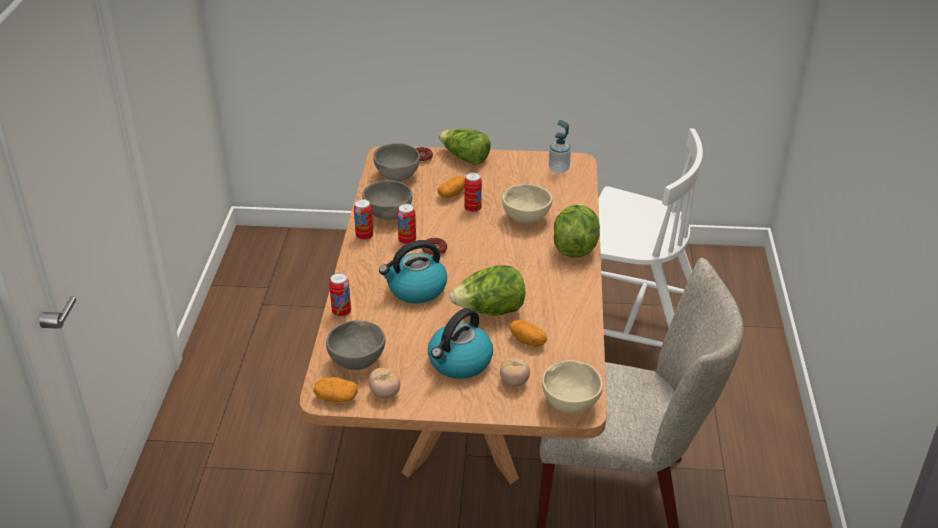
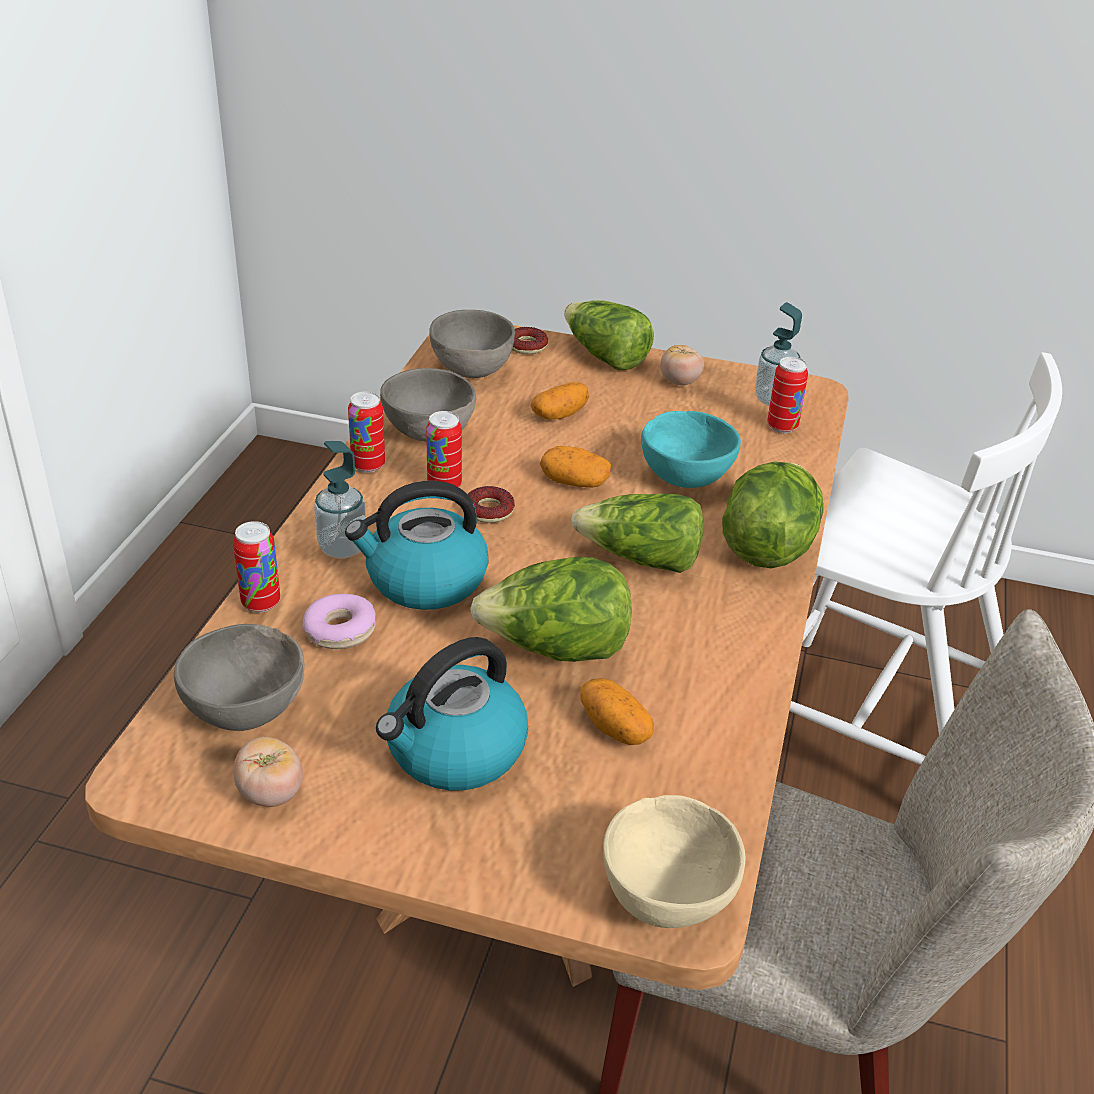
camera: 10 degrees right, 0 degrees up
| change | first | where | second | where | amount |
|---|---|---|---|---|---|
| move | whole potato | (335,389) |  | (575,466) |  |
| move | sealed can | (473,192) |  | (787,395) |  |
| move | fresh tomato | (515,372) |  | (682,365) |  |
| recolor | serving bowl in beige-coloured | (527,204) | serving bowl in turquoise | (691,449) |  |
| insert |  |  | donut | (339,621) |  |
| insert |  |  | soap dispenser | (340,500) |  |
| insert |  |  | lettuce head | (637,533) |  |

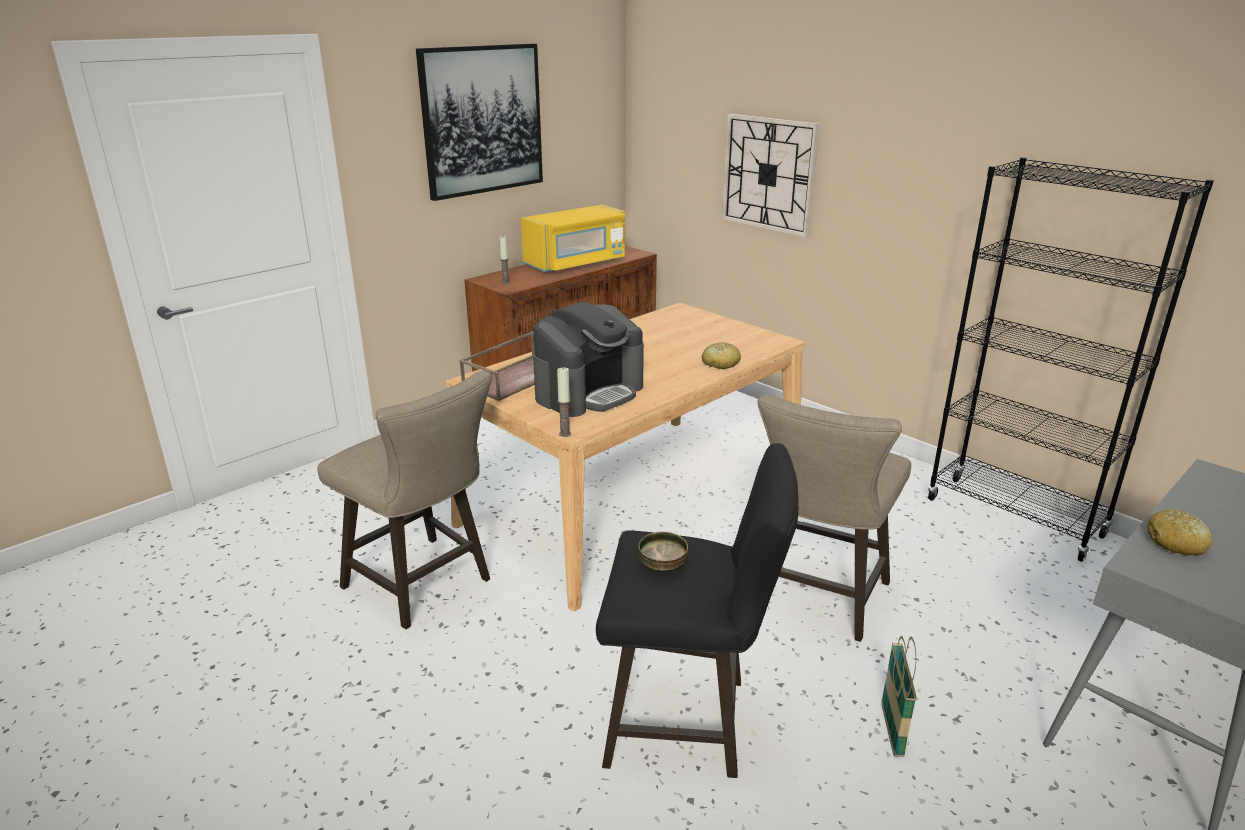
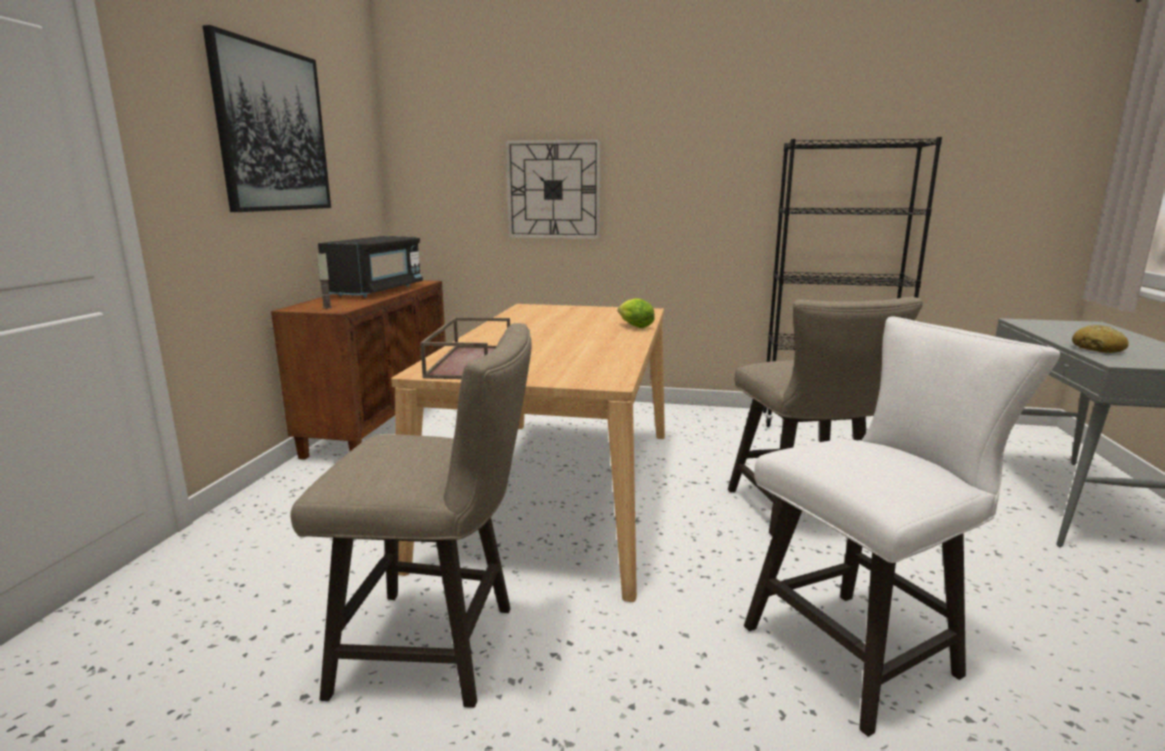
camera: 35 degrees left, 10 degrees down
| change | first | where | second | where | amount |
|---|---|---|---|---|---|
| recolor | kitchen microwave in yellowish | (573,238) | kitchen microwave in blackish | (370,266) |  |
| delete | coffee machine | (588,359) |  |  |  |
| delete | wax candle | (564,402) |  |  |  |
| recolor | stool in blackish | (697,610) | stool in white-coloured | (902,526) |  |
| delete | serving bowl | (663,551) |  |  |  |
| replace | bread | (721,355) | lettuce head | (636,313) |  |
| delete | basket | (899,696) |  |  |  |

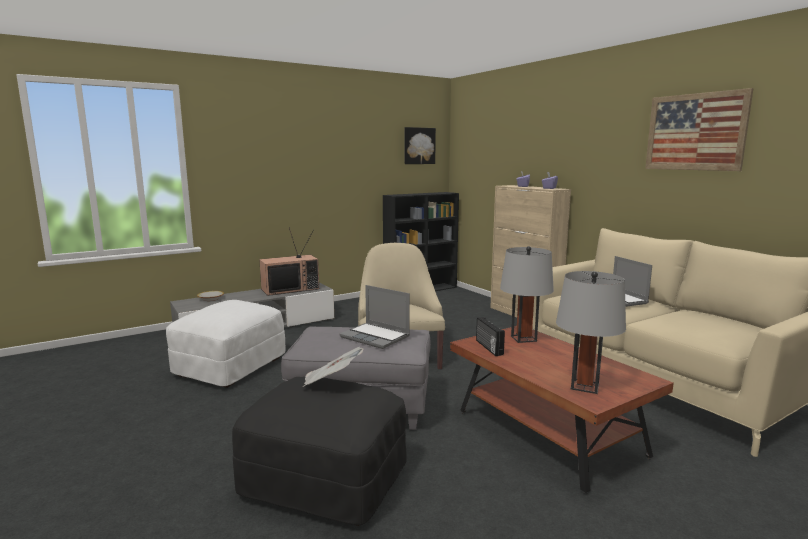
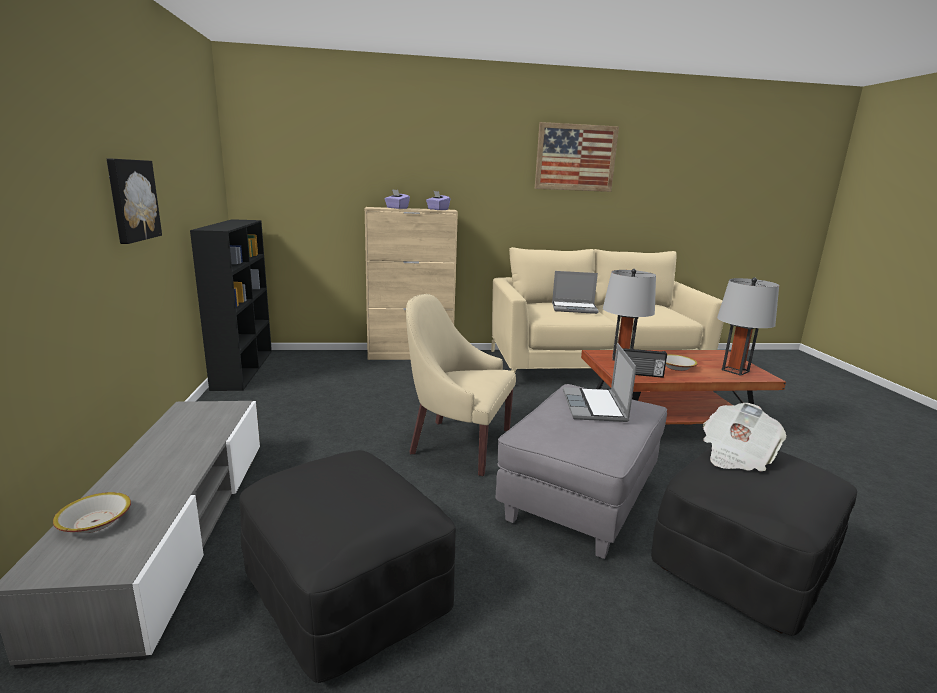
camera: 65 degrees left, 5 degrees up
| change | first | where | second | where | amount |
|---|---|---|---|---|---|
| recolor | ottoman in white-coloured | (226,344) | ottoman in blackish | (347,566) |  |
| delete | television | (289,262) |  |  |  |
| rotate | notebook computer | (374,317) |  | (600,382) | 120 degrees clockwise |
| move | wall art | (420,145) |  | (134,201) |  |
| insert |  |  | serving bowl | (682,362) |  |

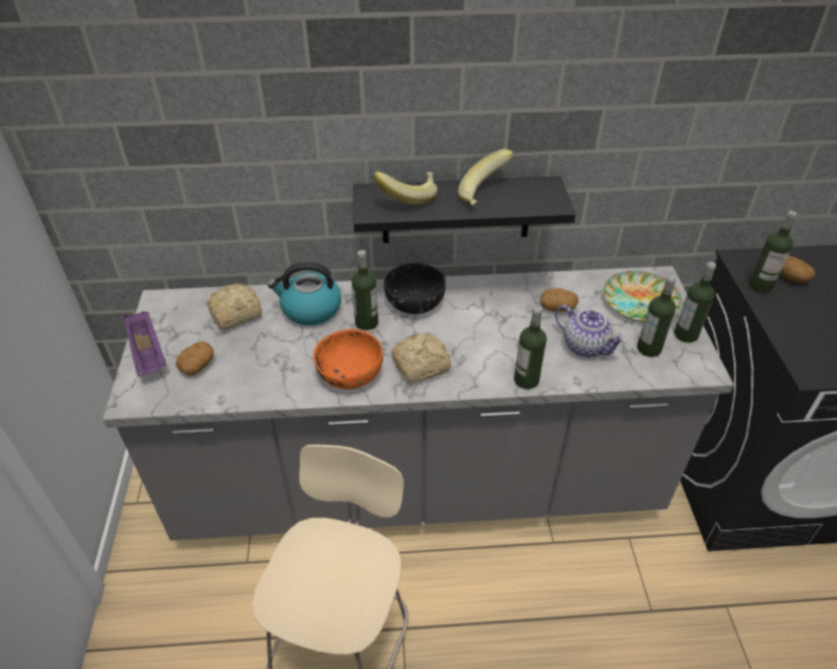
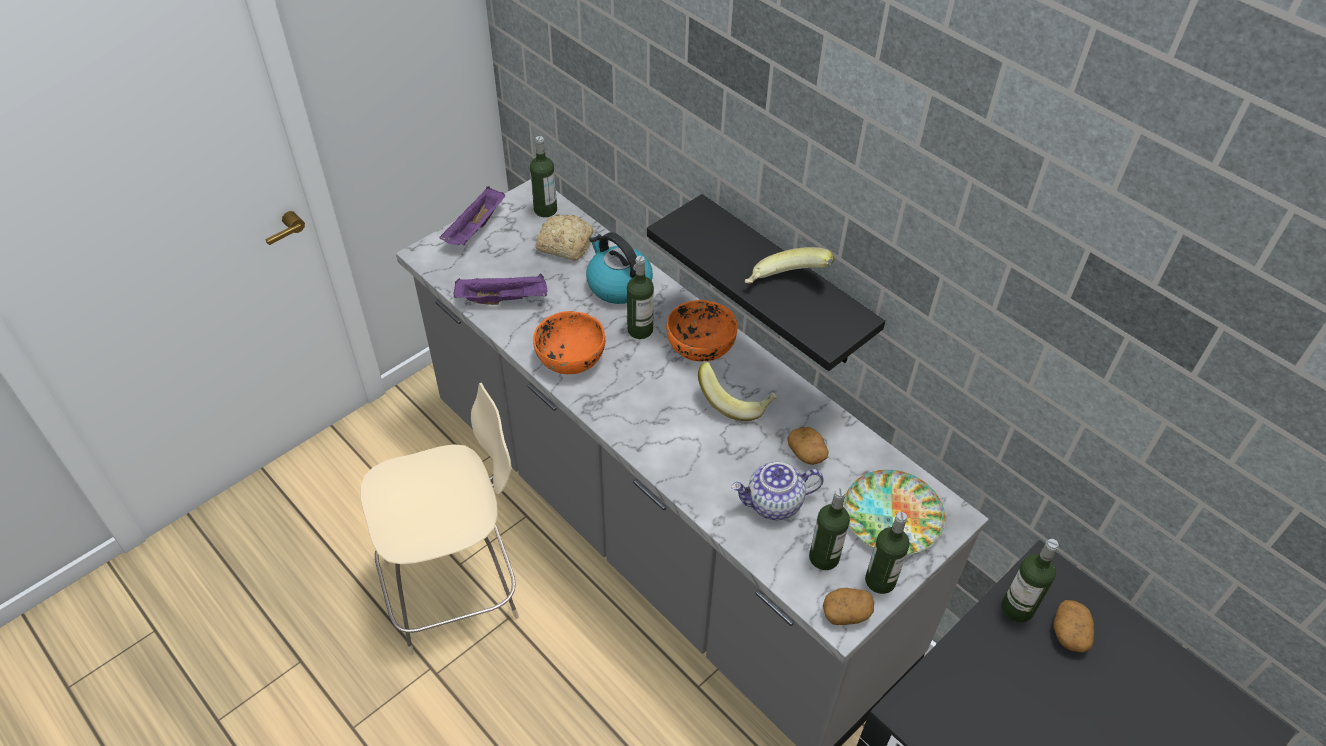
camera: 50 degrees right, 5 degrees up
| change | first | where | second | where | amount |
|---|---|---|---|---|---|
| move | whole potato | (195,358) |  | (848,606) |  |
| move | banana fruit | (405,187) |  | (737,391) |  |
| recolor | serving bowl in blackish | (415,288) | serving bowl in orange-coloured | (702,330) |  |
| delete | bread | (421,357) |  |  |  |
| move | drink bottle | (530,347) |  | (543,176) |  |
| rotate | teapot | (591,331) |  | (777,491) | 75 degrees clockwise |
| insert |  |  | serving tray in purple | (500,289) |  |

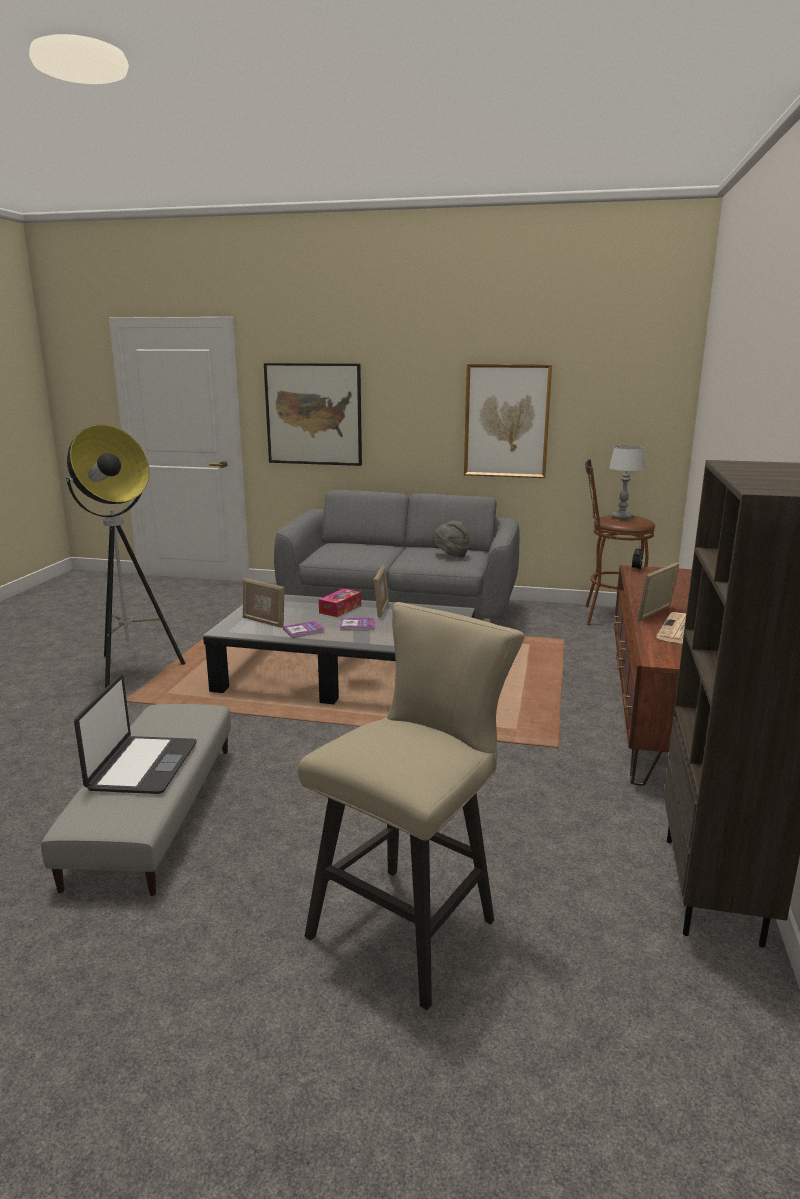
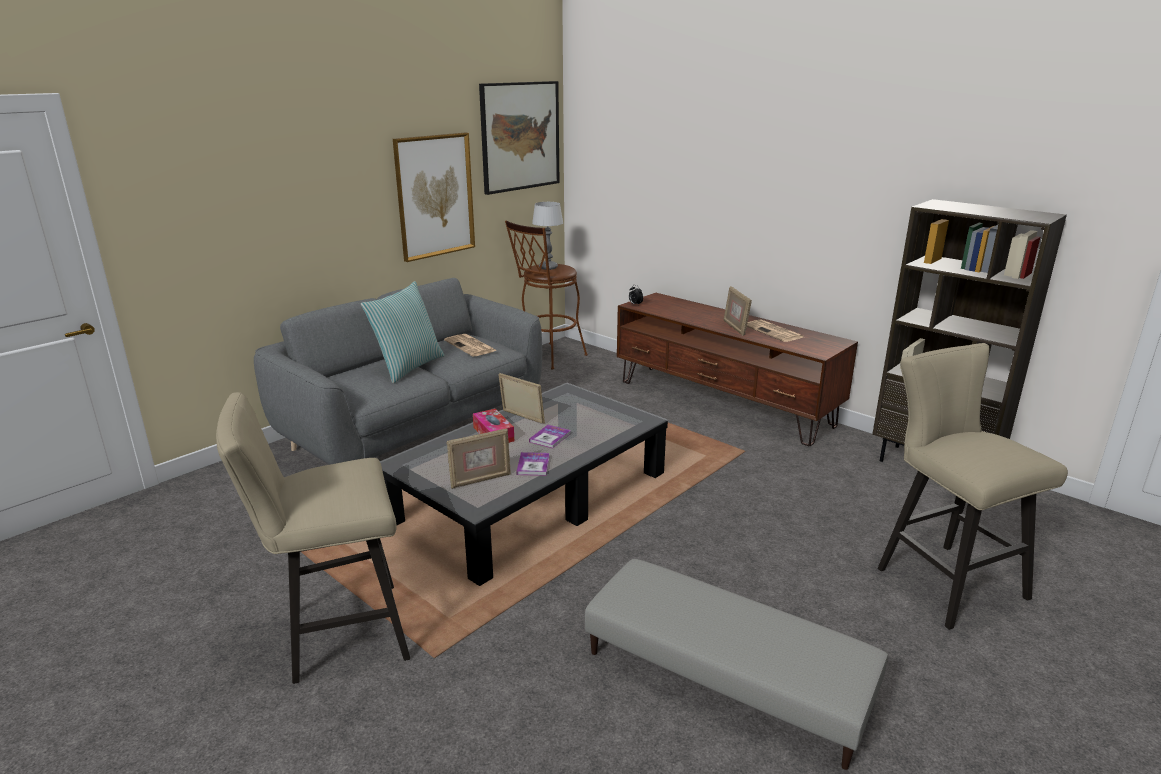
camera: 60 degrees left, 5 degrees up
| change | first | where | second | where | amount |
|---|---|---|---|---|---|
| replace | floor lamp | (125,556) | stool in beige-coloured | (313,538) |  |
| delete | notebook computer | (135,734) |  |  |  |
| move | wall art | (313,414) |  | (519,138) |  |
| replace | clothing hat in gray | (450,539) | daily paper | (470,345) |  |
| insert |  |  | throw pillow | (403,332) |  |

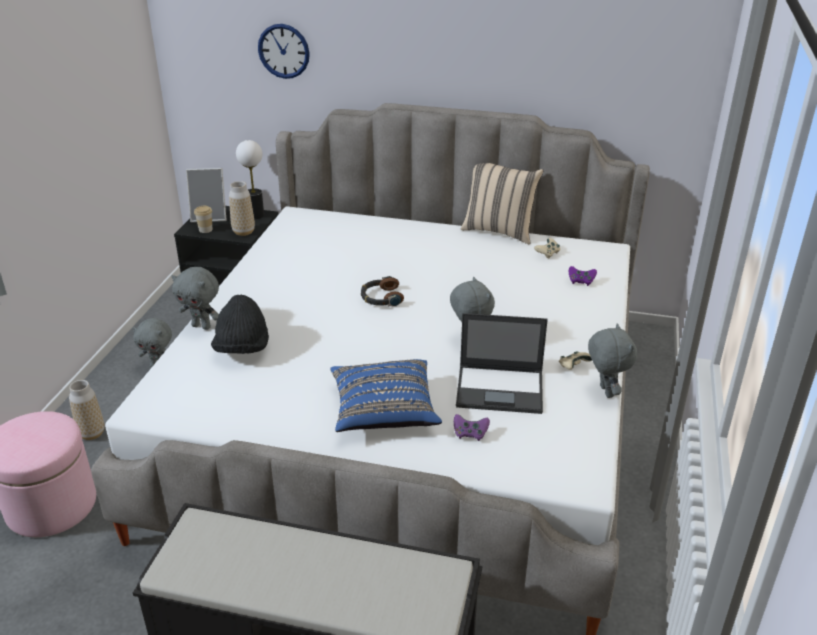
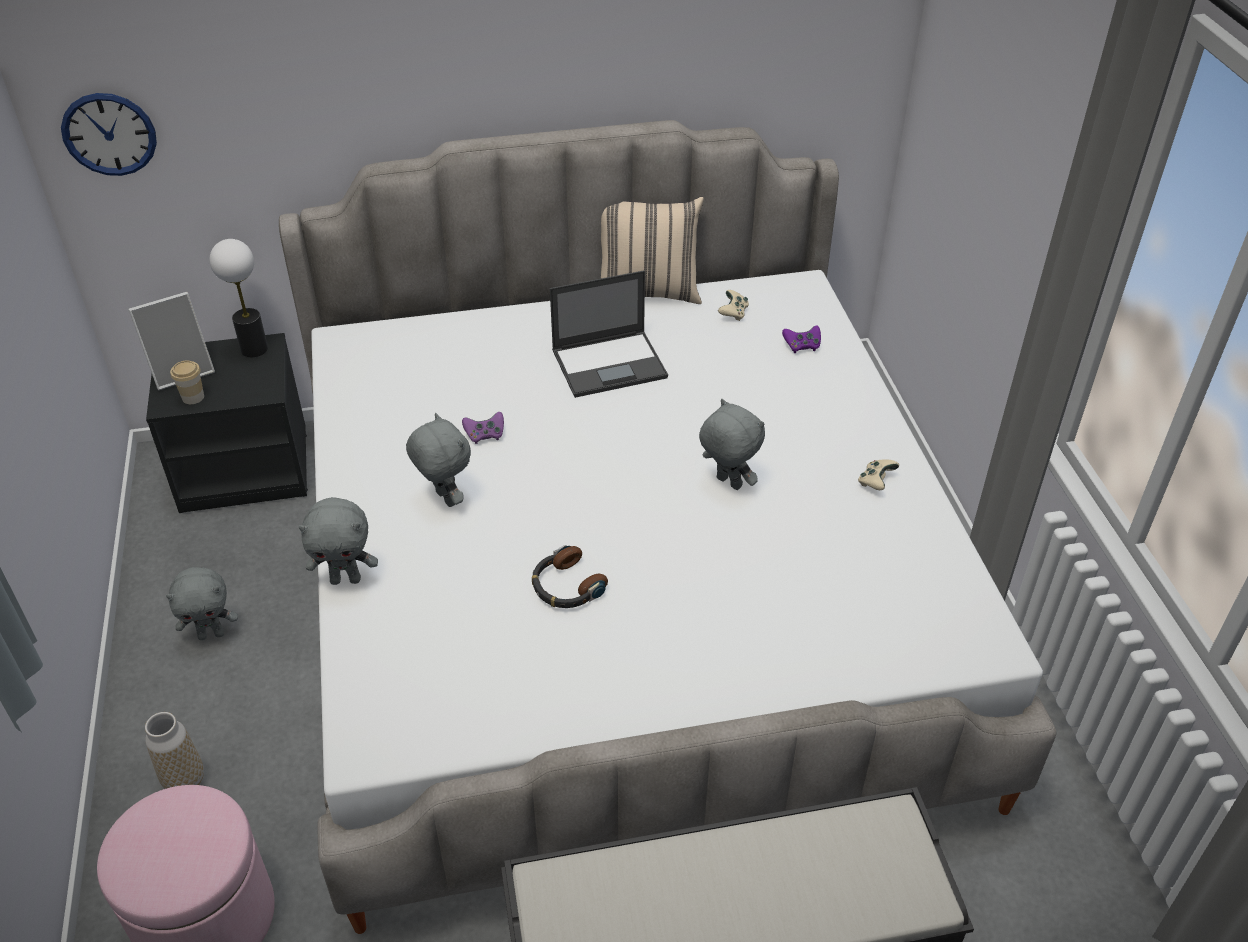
camera: 25 degrees left, 10 degrees up
| change | first | where | second | where | amount |
|---|---|---|---|---|---|
| delete | clothing hat in blackish | (240,324) |  |  |  |
| delete | decorative vase | (242,208) |  |  |  |
| move | clock on the wall | (284,51) |  | (109,134) |  |
| delete | throw pillow in blue-coloured | (386,395) |  |  |  |
| move | headset | (382,291) |  | (570,576) |  |
| move | joypad in purple | (472,427) |  | (483,428) |  |
| move | notebook computer | (502,363) |  | (609,334) |  |
| move | plush toy in gray | (612,360) |  | (438,460) |  |

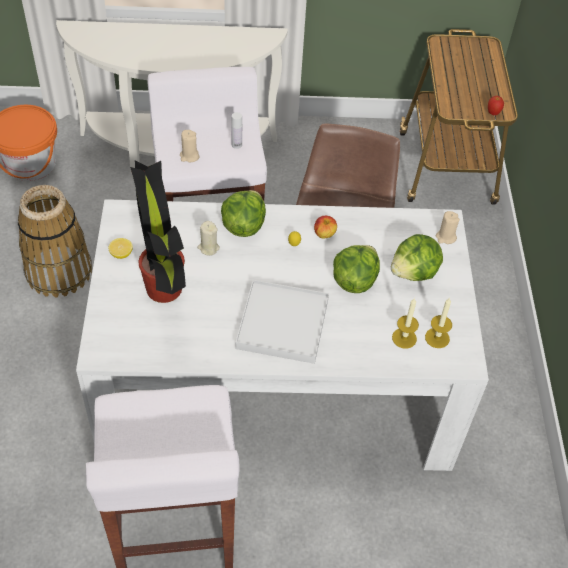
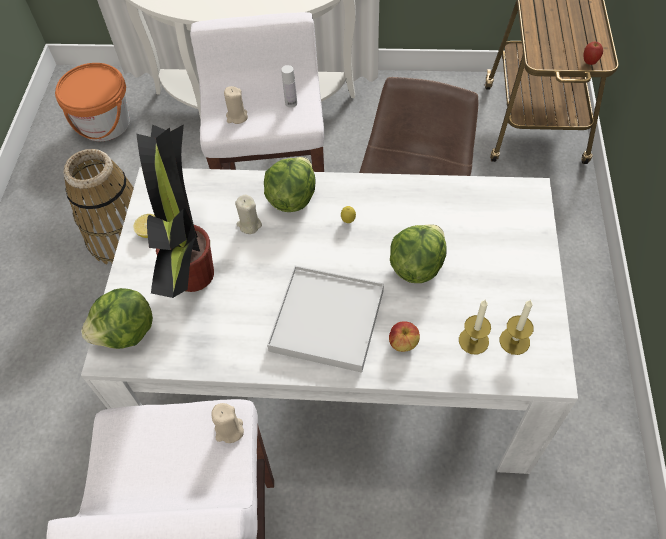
camera: 10 degrees right, 5 degrees up
| change | first | where | second | where | amount |
|---|---|---|---|---|---|
| move | whole apple | (325,227) |  | (404,336) |  |
| move | lettuce head | (417,257) |  | (117,318) |  |
| move | wax candle in beige-coloured | (448,227) |  | (227,423) |  |

